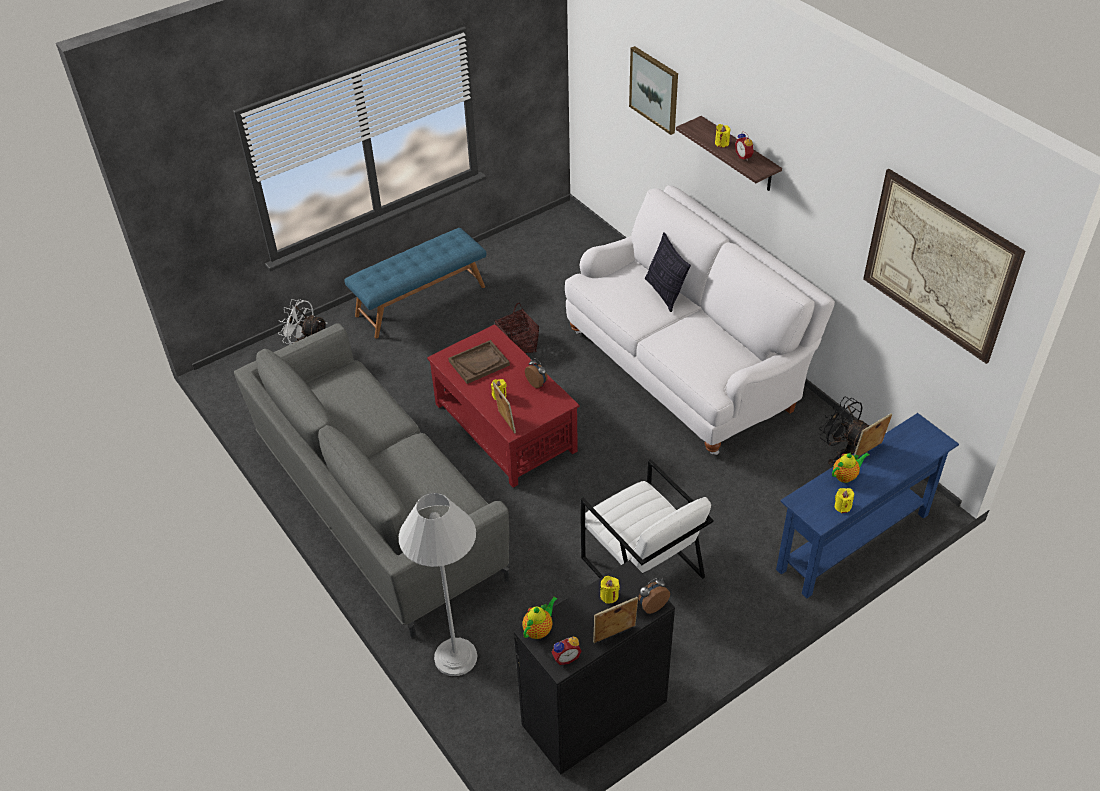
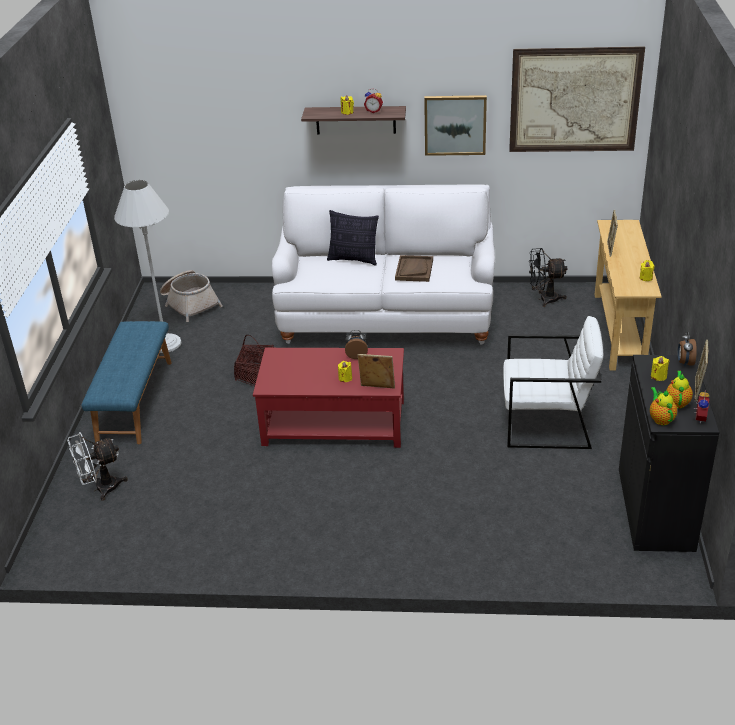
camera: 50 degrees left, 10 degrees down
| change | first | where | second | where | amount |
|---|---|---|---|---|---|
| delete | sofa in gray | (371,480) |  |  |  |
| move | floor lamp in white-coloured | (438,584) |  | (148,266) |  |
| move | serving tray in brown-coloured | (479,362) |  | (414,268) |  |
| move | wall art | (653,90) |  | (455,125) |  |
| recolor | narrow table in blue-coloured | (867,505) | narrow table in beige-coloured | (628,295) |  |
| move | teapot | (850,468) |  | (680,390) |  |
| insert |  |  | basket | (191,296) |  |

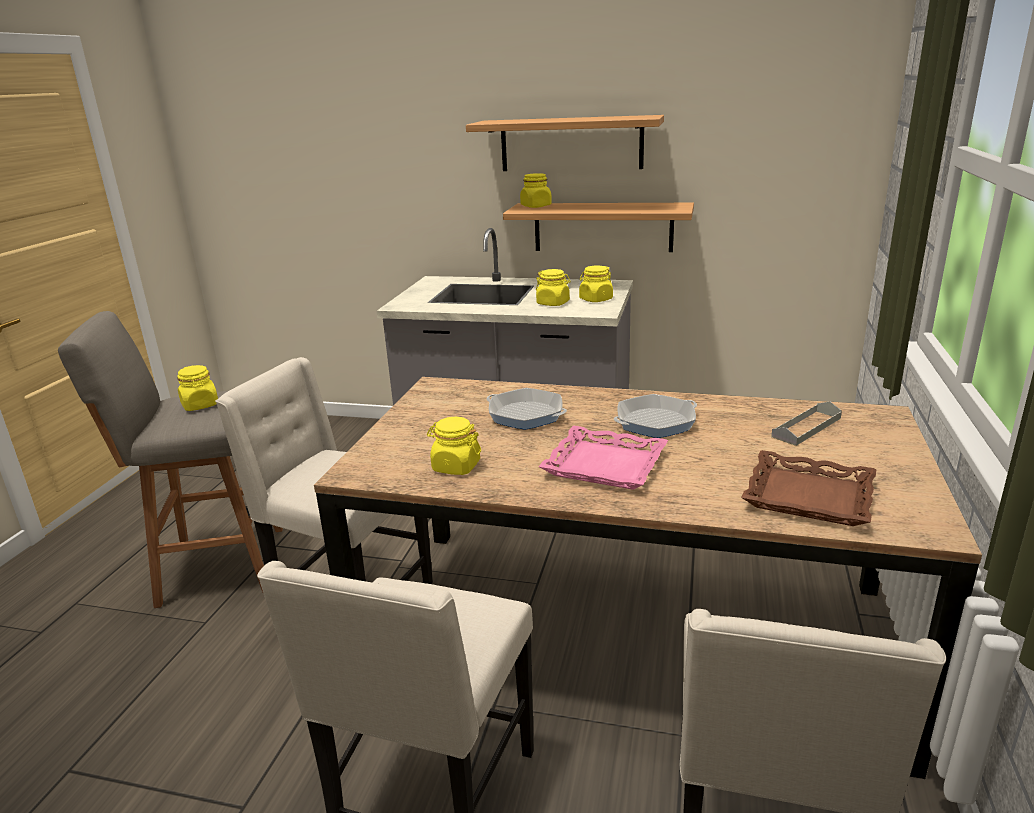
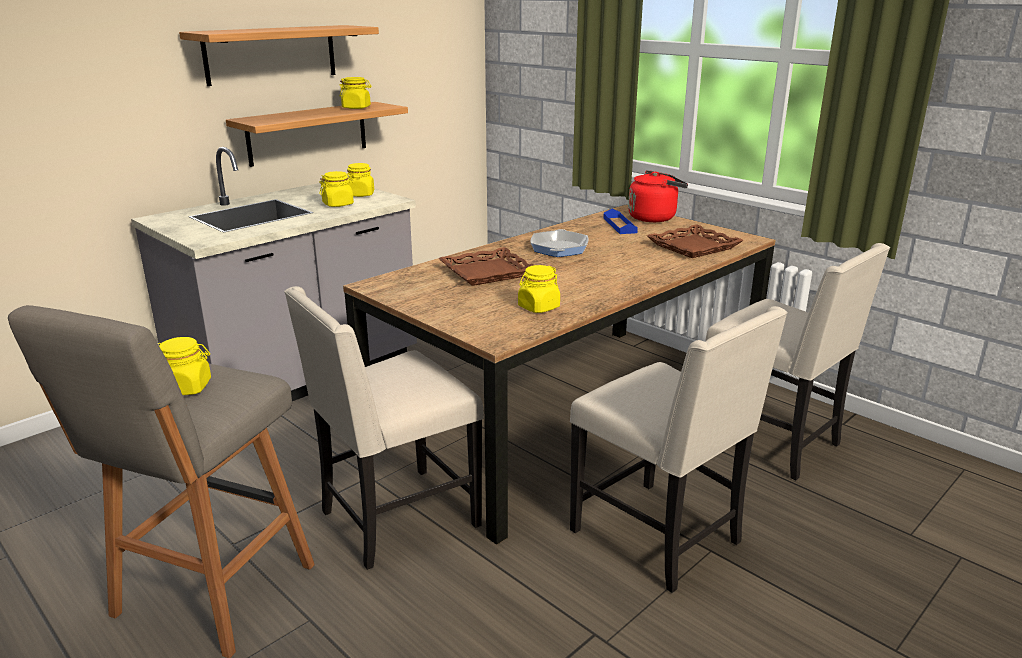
camera: 60 degrees left, 0 degrees up
| change | first | where | second | where | amount |
|---|---|---|---|---|---|
| replace | skillet | (526,409) | serving tray in brown-coloured | (486,266) |  |
| move | storage jar in yellowish | (536,190) |  | (355,93) |  |
| delete | serving tray in pink-coloured | (603,458) |  |  |  |
| recolor | serving tray in gray | (806,424) | serving tray in blue-coloured | (620,221) |  |
| insert |  |  | kettle in red | (658,196) |  |

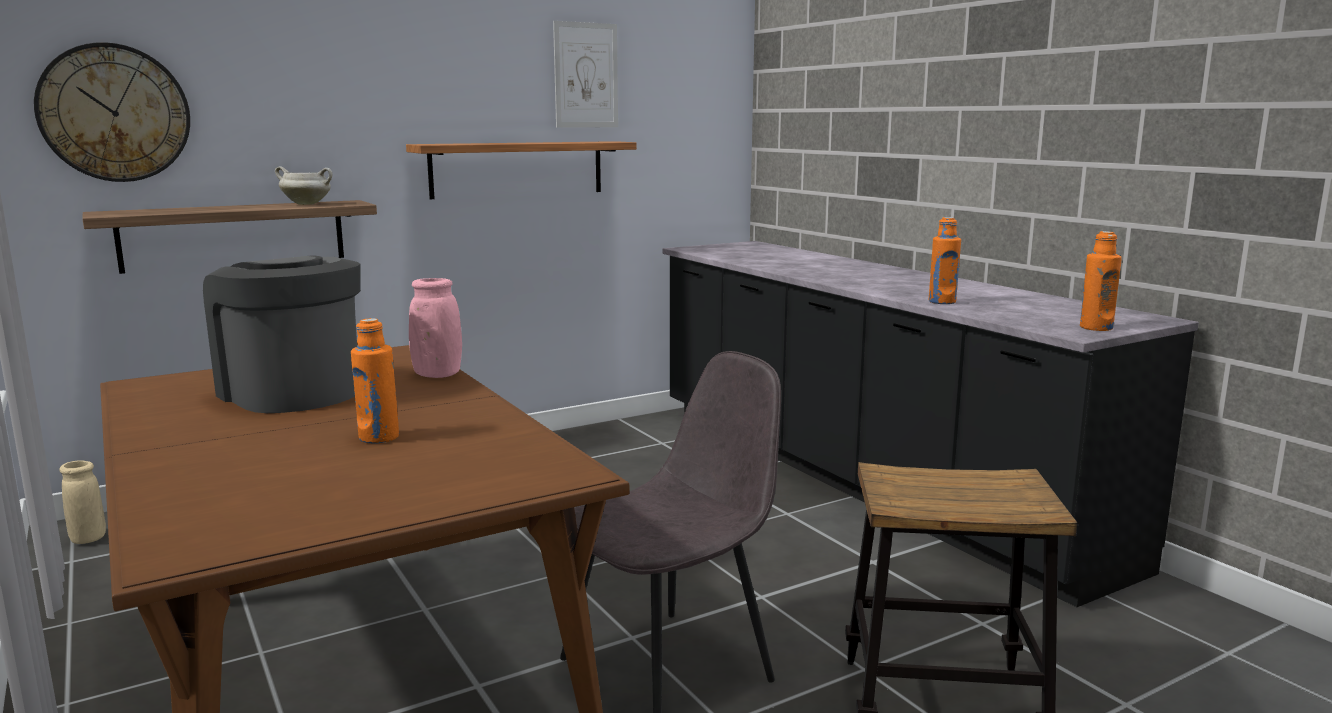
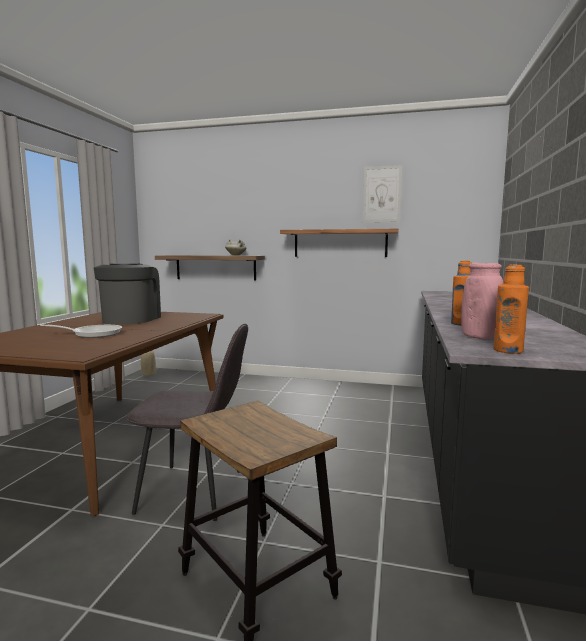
camera: 45 degrees right, 5 degrees down
| change | first | where | second | where | amount |
|---|---|---|---|---|---|
| delete | clock on the wall | (112,112) |  |  |  |
| replace | drink bottle in orange-coloured | (375,381) | skillet | (81,331) |  |
| move | decorative vase in pink-coloured | (435,328) |  | (482,301) |  |

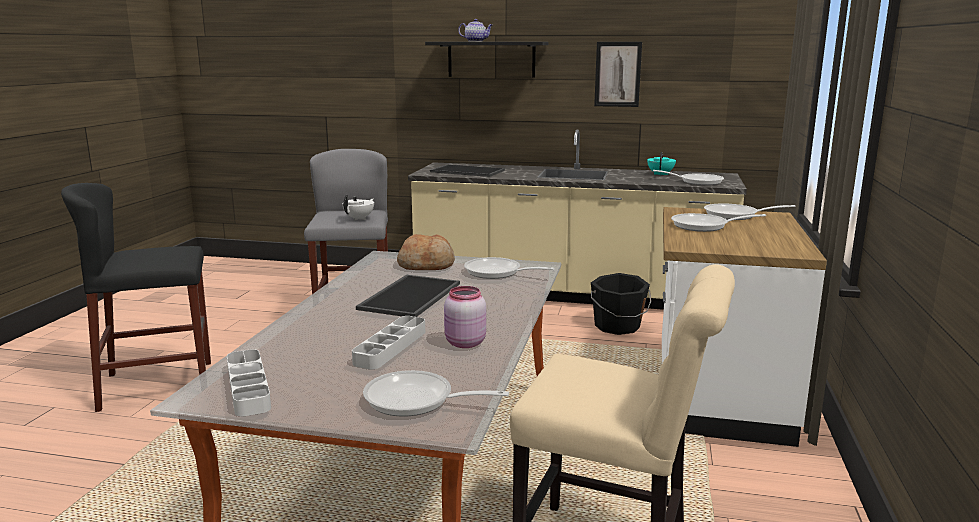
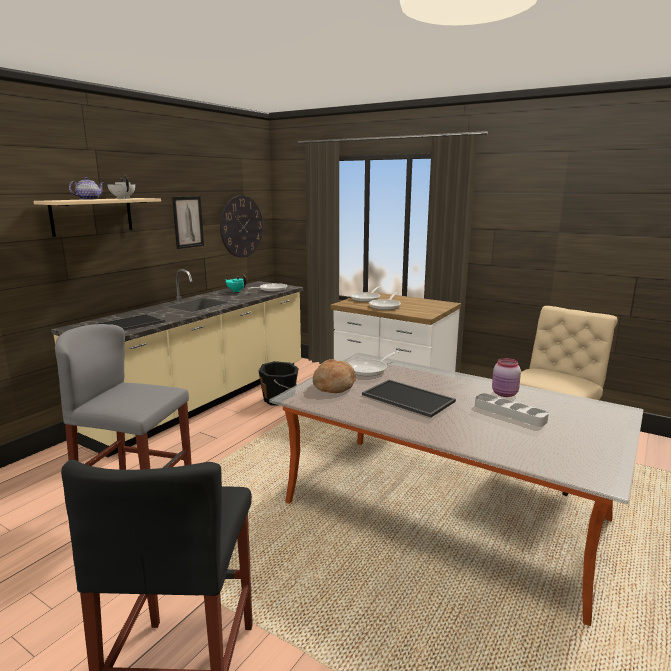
camera: 70 degrees left, 0 degrees up
| change | first | where | second | where | amount |
|---|---|---|---|---|---|
| delete | serving tray in gray | (249,382) |  |  |  |
| move | teapot in white-coloured | (358,208) |  | (121,187) |  |
| delete | skillet | (436,393) |  |  |  |
| recolor | wall shelf in blackish | (487,59) | wall shelf in beige-coloured | (97,217) |  |
| insert |  |  | clock on the wall | (241,226) |  |

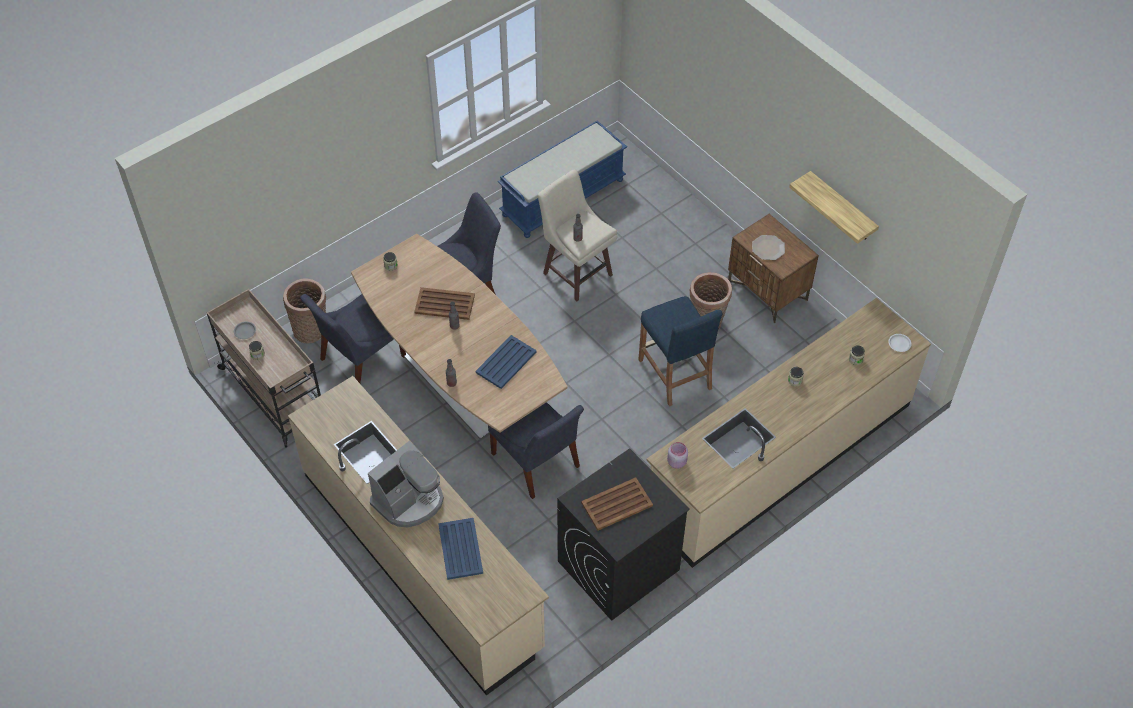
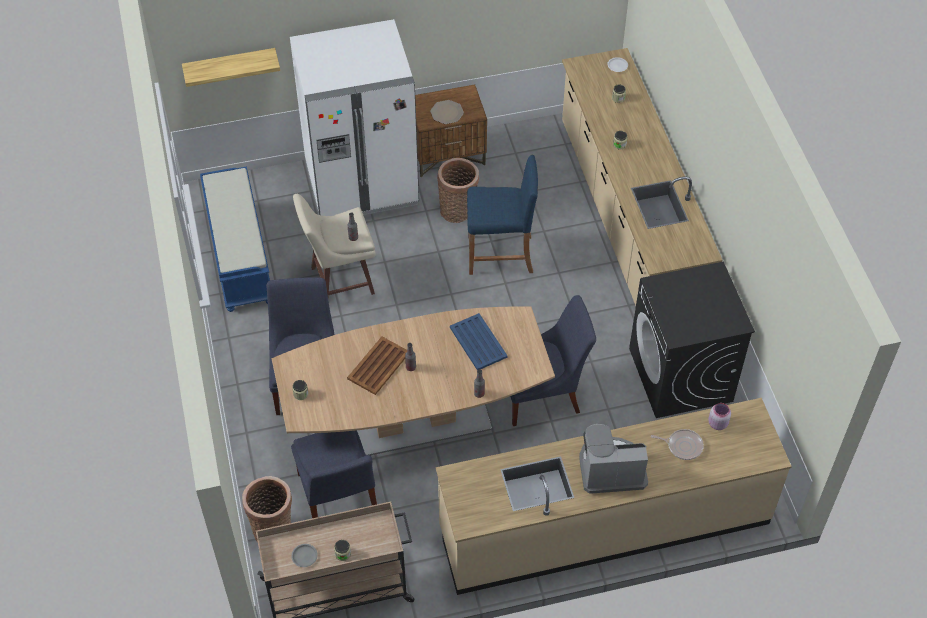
camera: 65 degrees left, 0 degrees up
| change | first | where | second | where | amount |
|---|---|---|---|---|---|
| rotate | coffee machine | (406,484) |  | (613,459) | 75 degrees counterclockwise |
| replace | serving tray in blue-coloured | (460,549) | skillet | (677,444) |  |
| delete | serving tray in brown-coloured | (617,503) |  |  |  |
| move | storage jar in pink-coloured | (677,455) |  | (719,416) |  |
| move | wall shelf | (834,207) |  | (231,67) |  |
| insert |  |  | refrigerator in white-coloured | (354,117) |  |

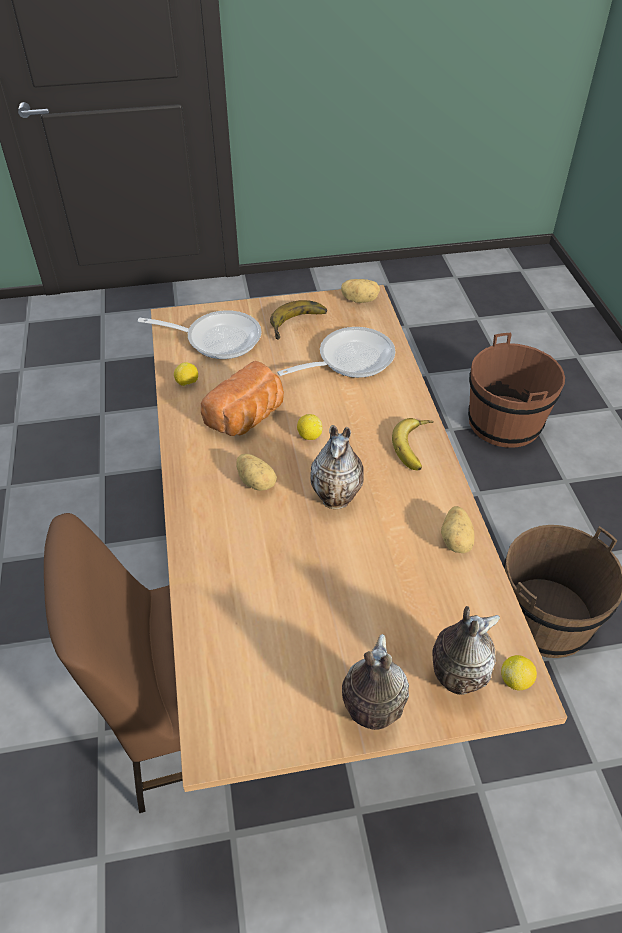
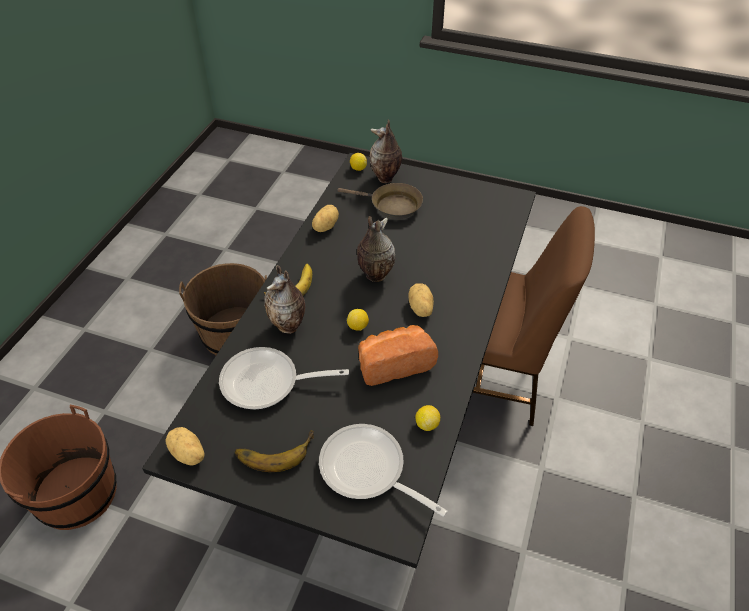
camera: 150 degrees left, 0 degrees up
| change | first | where | second | where | amount |
|---|---|---|---|---|---|
| recolor | kitchen table in beige-coloured | (359,538) | kitchen table in blackish | (339,360) |  |
| move | decorative vase | (375,682) |  | (284,299) |  |
| insert |  |  | skillet in brown-coloured | (380,201) |  |

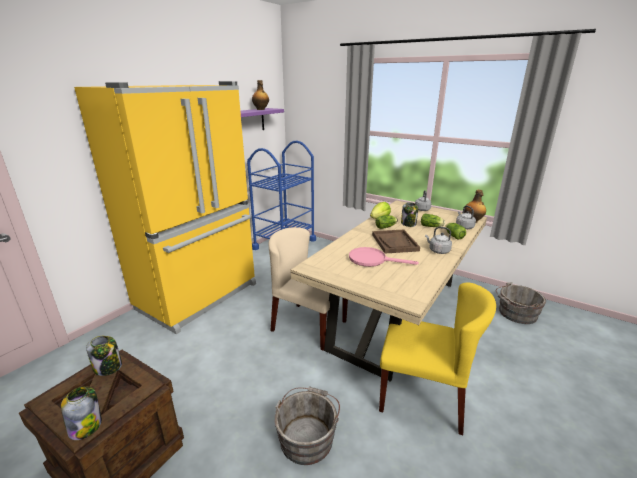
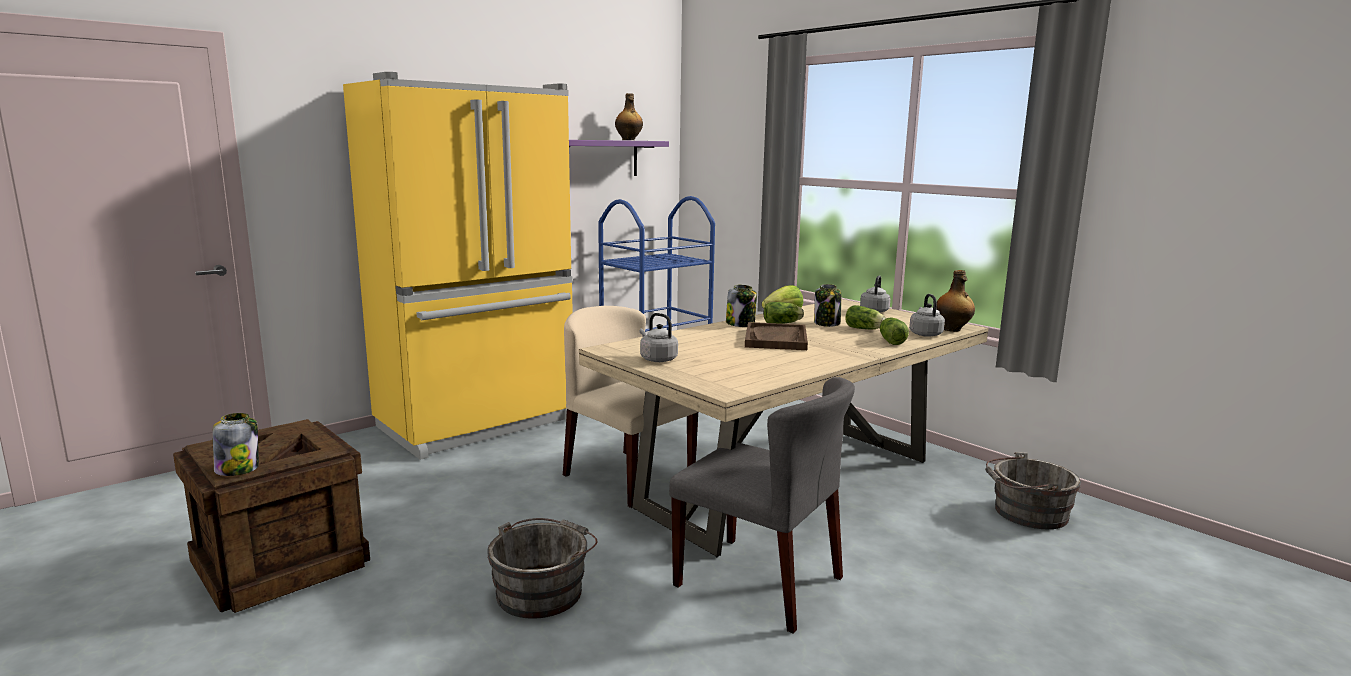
camera: 15 degrees right, 10 degrees down
| change | first | where | second | where | amount |
|---|---|---|---|---|---|
| move | storage jar | (104,356) |  | (741,306) |  |
| delete | skillet in pink-coloured | (384,257) |  |  |  |
| recolor | plain chair in yellowish | (437,358) | plain chair in gray | (762,505) |  |
| move | kettle in gray | (438,240) |  | (659,337) |  |

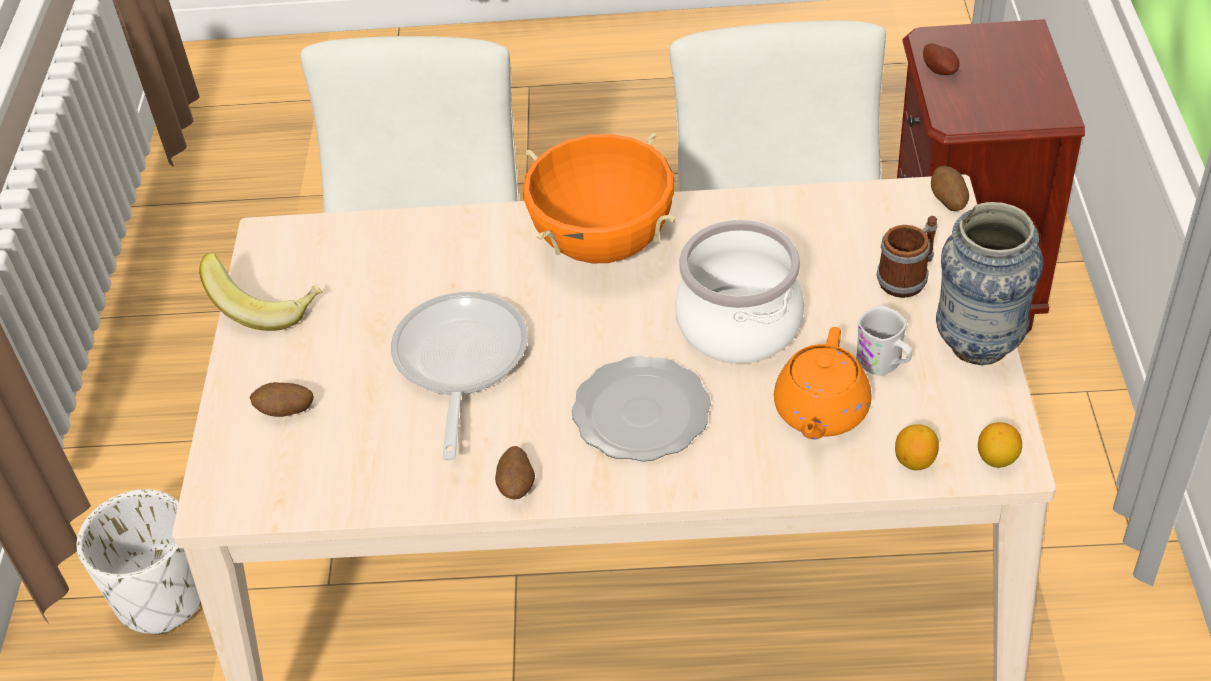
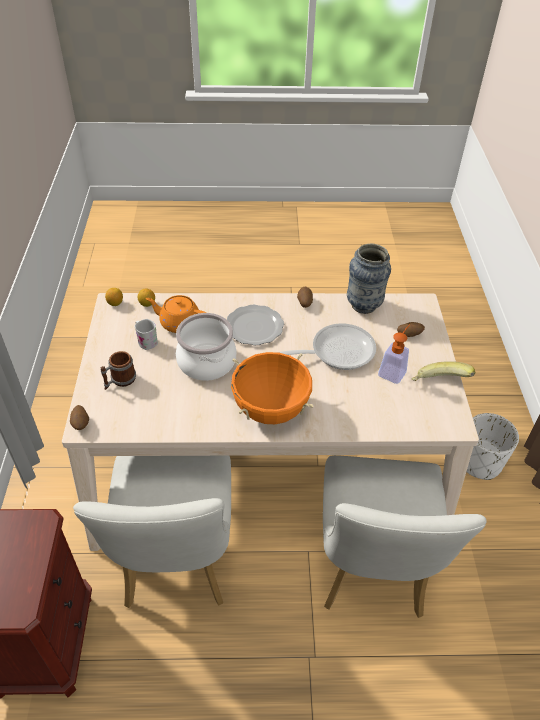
camera: 175 degrees right, 0 degrees up
| change | first | where | second | where | amount |
|---|---|---|---|---|---|
| rotate | skillet | (459,376) |  | (326,346) | 105 degrees counterclockwise |
| rotate | teapot in orange-coloured | (823,383) |  | (176,314) | 90 degrees counterclockwise |
| delete | whole potato | (941,59) |  |  |  |
| move | decorative vase | (989,283) |  | (369,279) |  |
| insert |  |  | soap dispenser | (394,354) |  |

